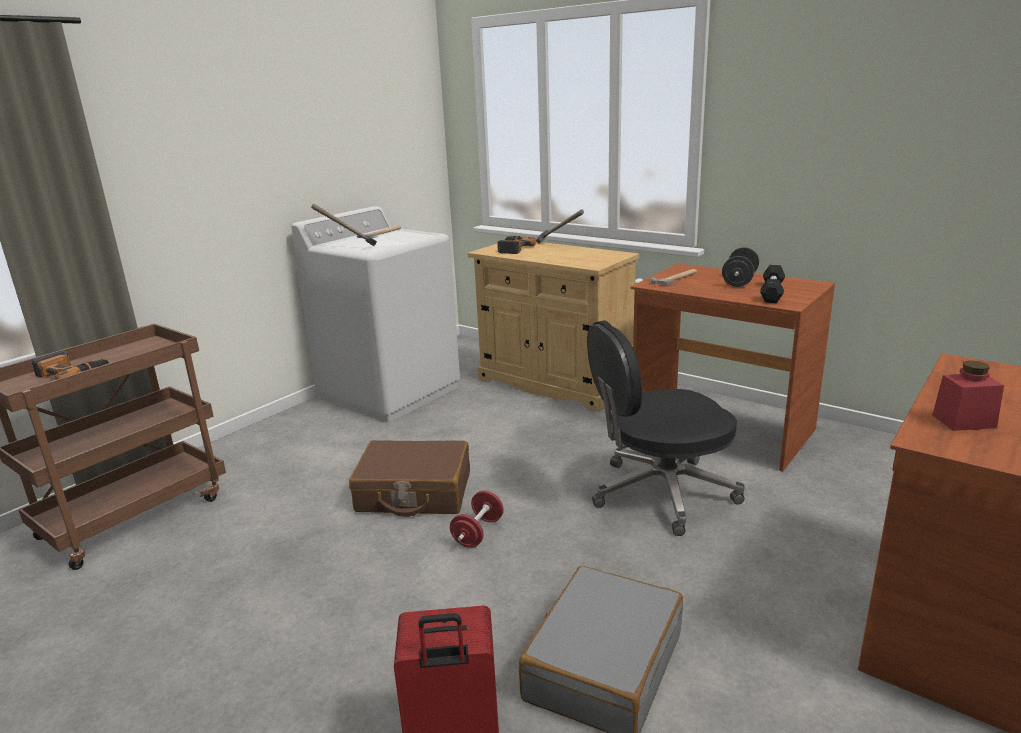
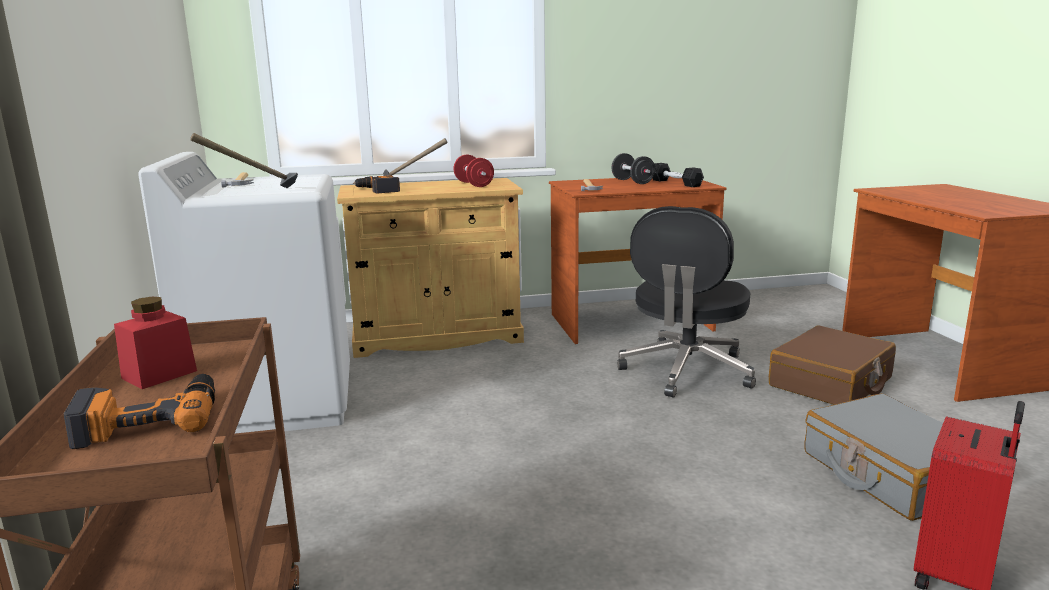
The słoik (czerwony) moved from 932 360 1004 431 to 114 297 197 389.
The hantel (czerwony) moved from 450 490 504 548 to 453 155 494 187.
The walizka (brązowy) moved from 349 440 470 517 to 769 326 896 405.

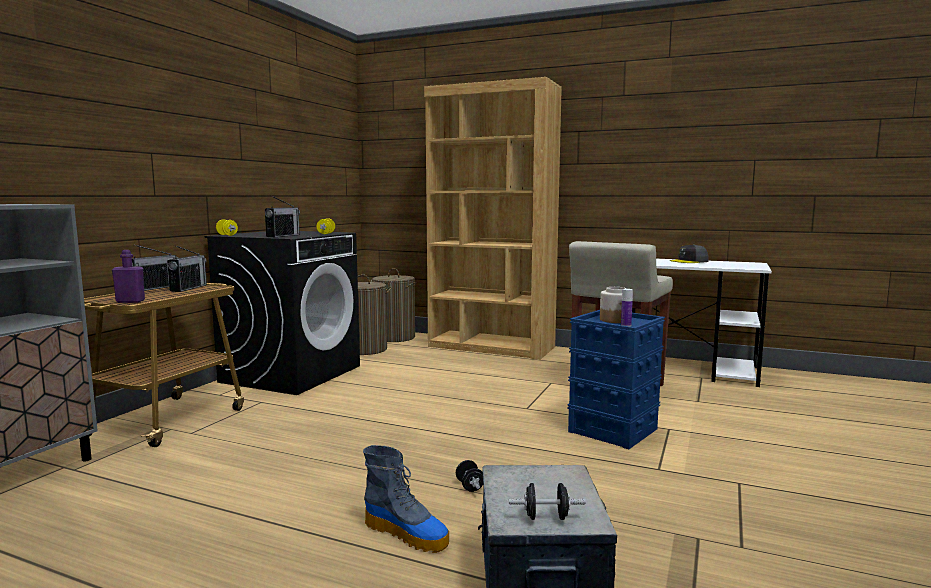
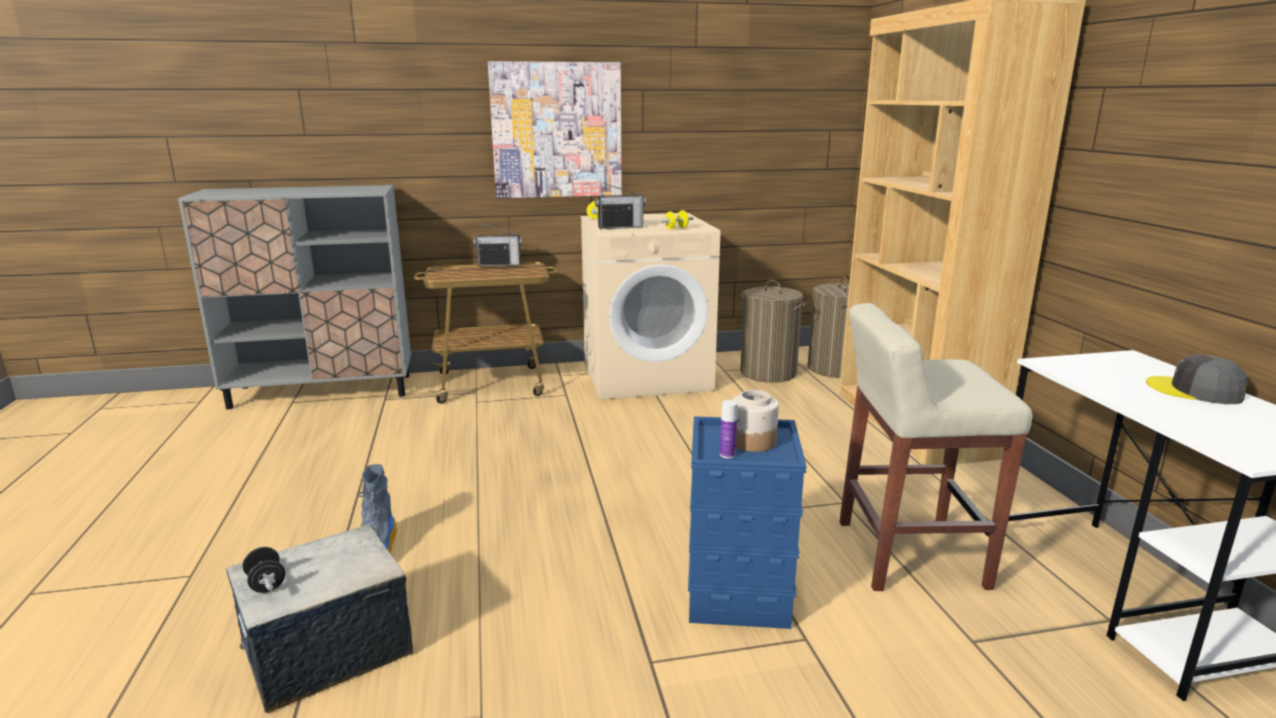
The obraz at 488 61 622 199 appeared.
The pralka (czarny) at 205 231 360 395 became the pralka (beżowy) at 581 213 720 400.
The butelka (fioletowy) at 112 250 145 303 disappeared.
The radio at 167 245 207 292 disappeared.
The hantel (czarny) at 456 460 483 492 disappeared.

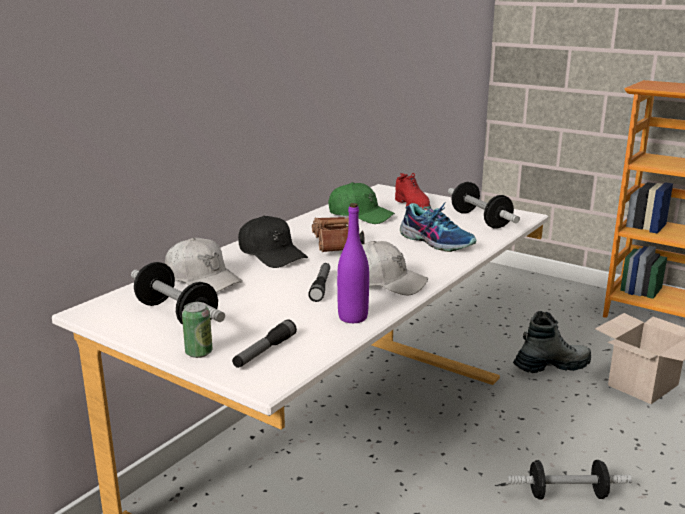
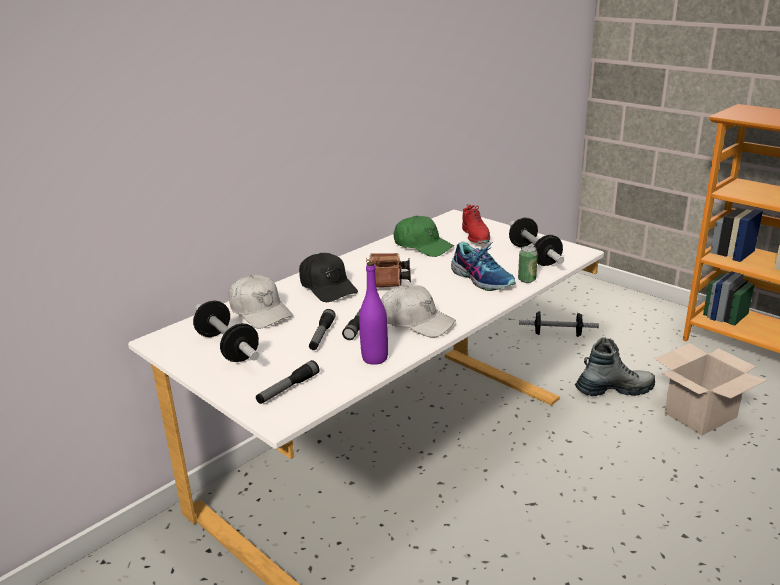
The latarka at 309 309 336 350 appeared.
The puszka moved from 182 302 213 358 to 518 246 538 283.
The hantel moved from 507 460 632 500 to 519 311 599 337.

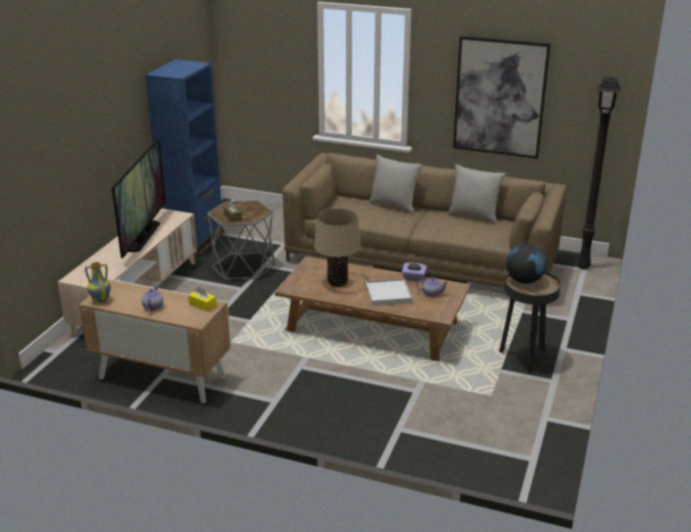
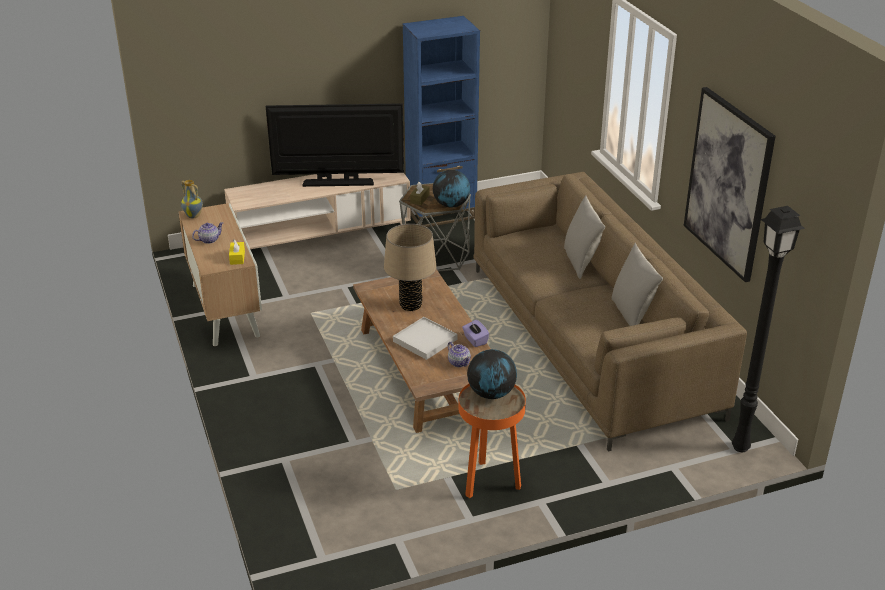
The telewizor at 111 138 166 258 turned 150 degrees counterclockwise.
The globus at 433 170 470 208 appeared.
The stolik (czarny) at 499 272 561 372 became the stolik (pomarańczowy) at 459 384 526 498.

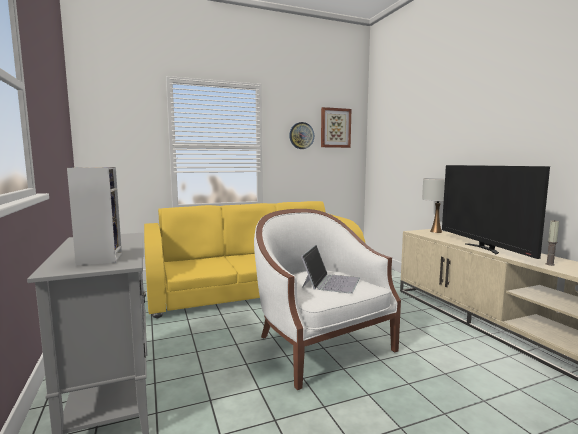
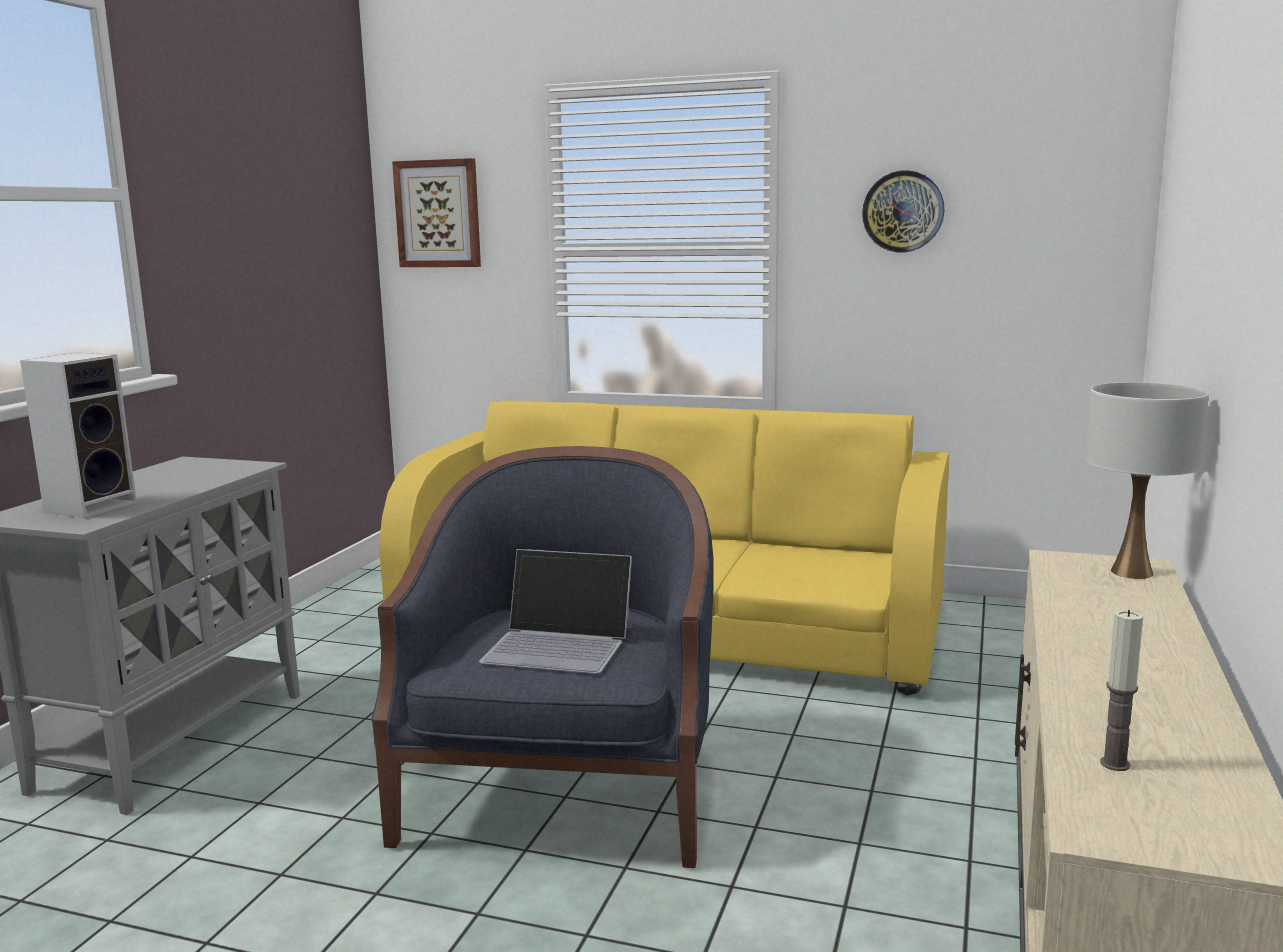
The fotel (biały) at 254 209 401 390 became the fotel (niebieski) at 372 446 714 868.
The obraz moved from 321 107 351 148 to 392 158 481 267.
The laptop at 301 245 360 294 turned 45 degrees clockwise.
The telewizor at 442 165 550 259 disappeared.

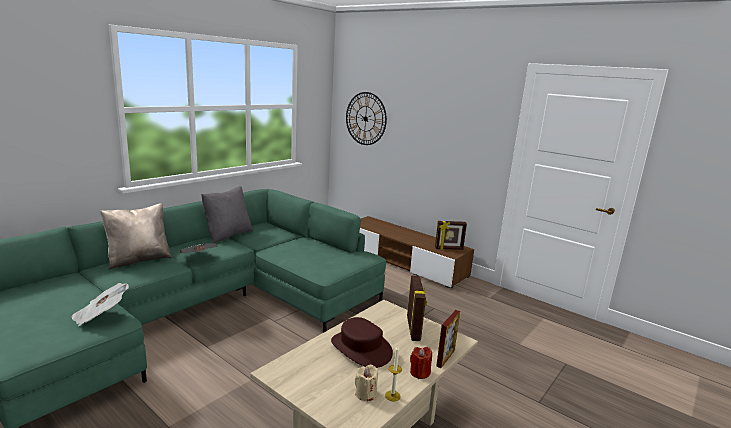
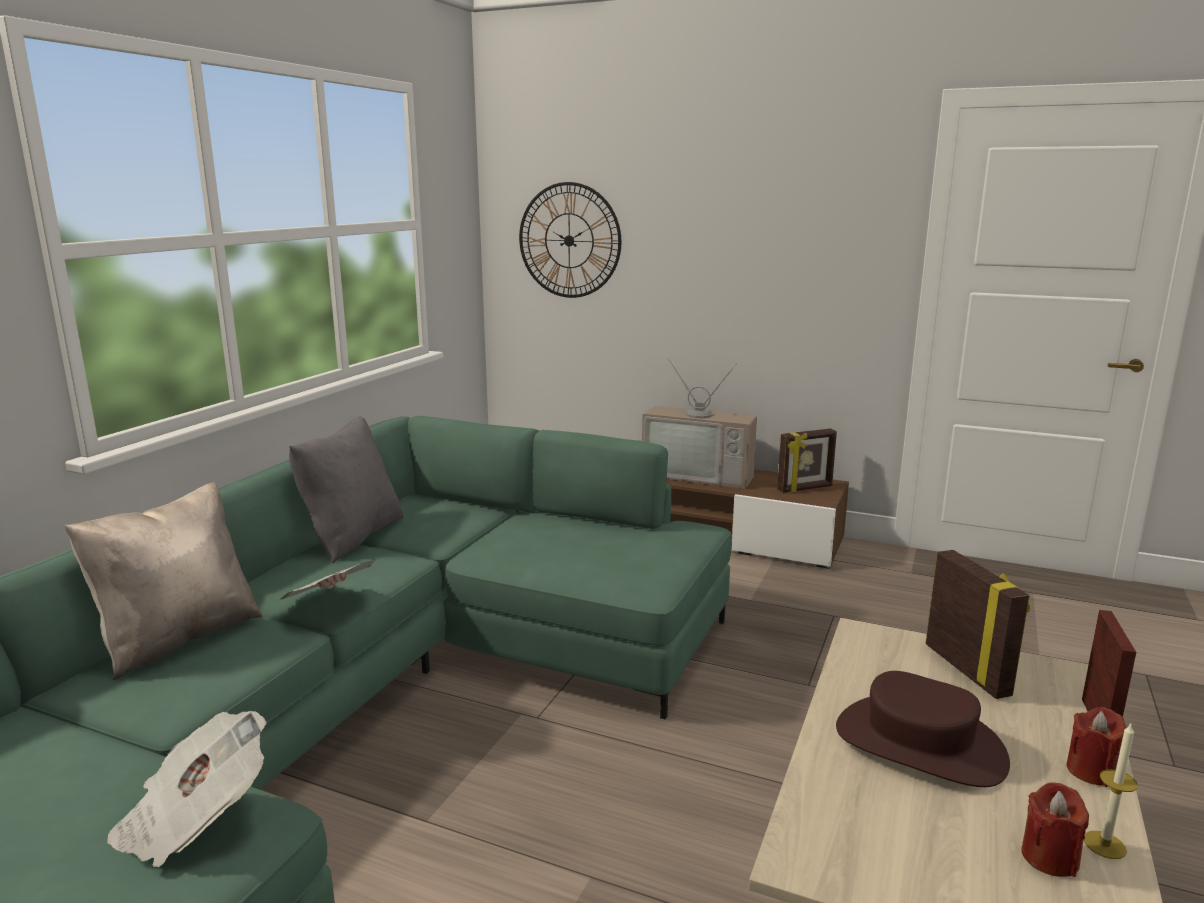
The telewizor at 642 358 757 489 appeared.
The świeca (beżowy) at 355 365 378 402 became the świeca (czerwony) at 1021 783 1089 877.

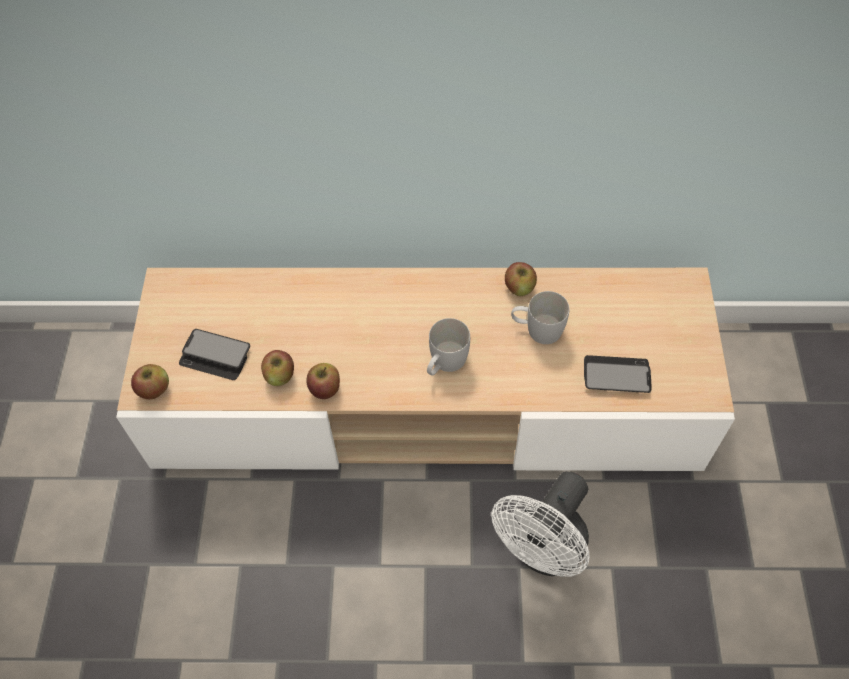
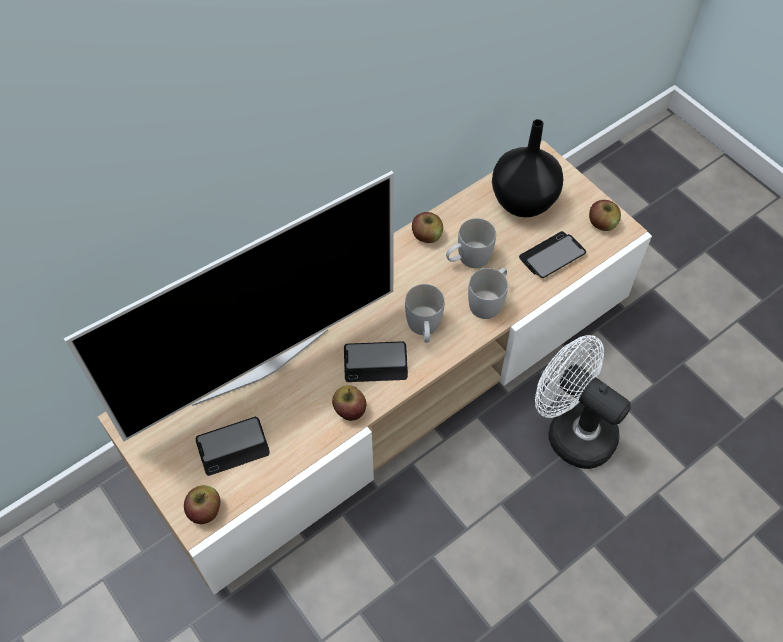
The telewizor at 64 171 394 442 appeared.
The telefon at 344 341 408 382 appeared.
The kubek (biały) at 468 268 508 319 appeared.
The wazon (czarny) at 492 119 563 217 appeared.
The wentylator (biały) at 492 471 590 577 turned 135 degrees clockwise.
The jabłko moved from 261 350 294 386 to 589 200 621 231.

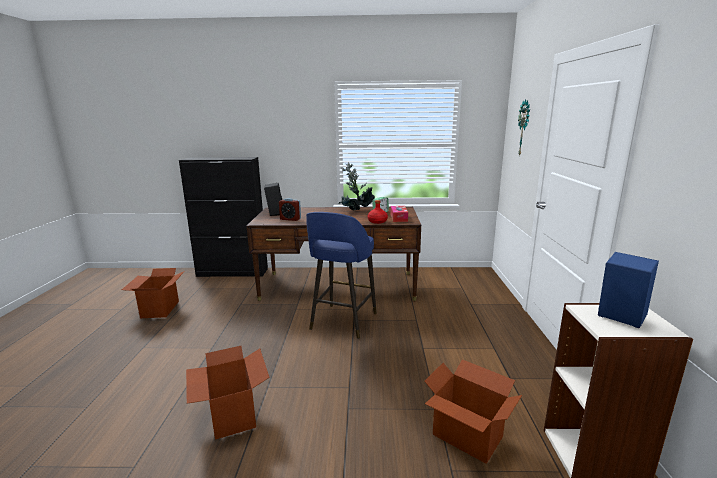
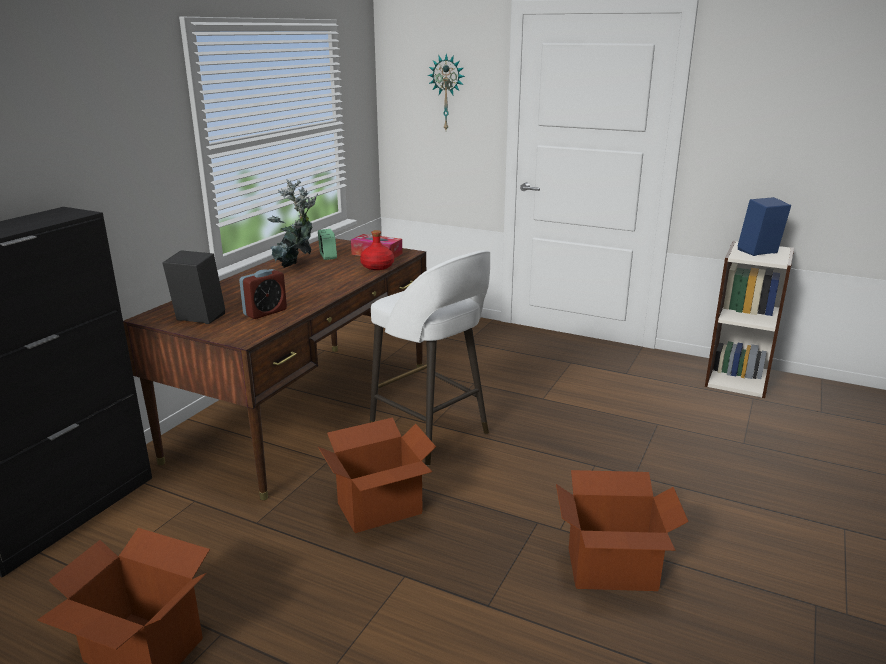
The karton moved from 425 359 522 464 to 318 418 436 533.
The stołek (niebieski) at 306 212 377 339 became the stołek (biały) at 370 250 490 466.

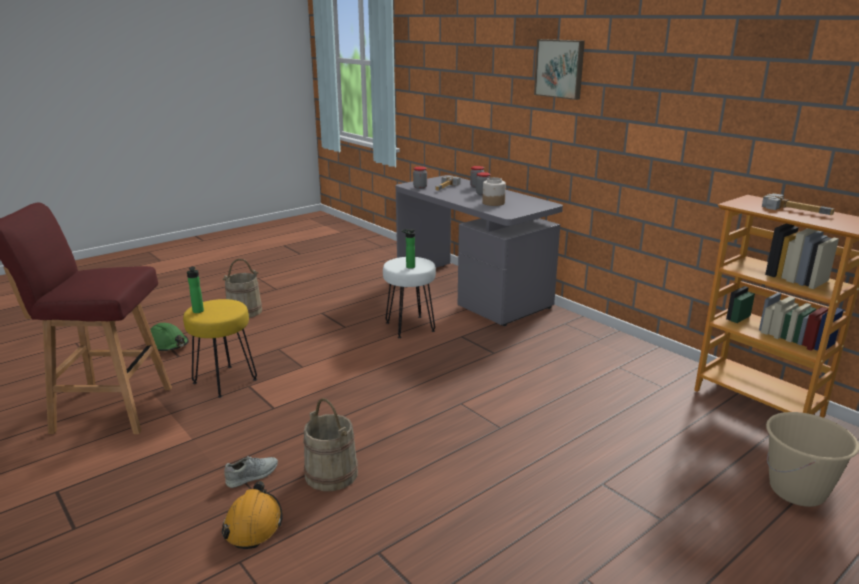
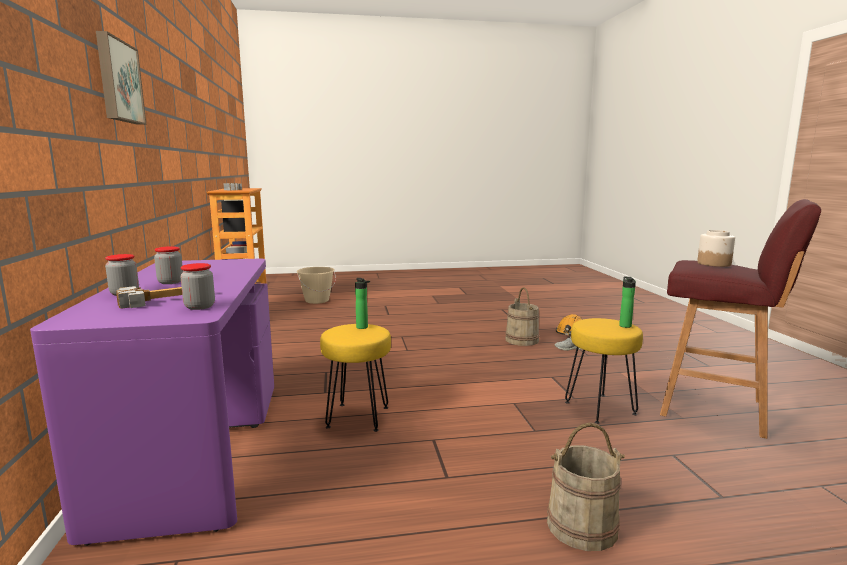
The biurko (szary) at 396 175 563 326 became the biurko (fioletowy) at 30 259 274 546.
The stołek (biały) at 383 257 436 338 became the stołek (żółty) at 320 324 391 432.
The słoik moved from 482 177 506 206 to 697 230 735 267.
The kask (zielony) at 150 323 189 351 disappeared.

